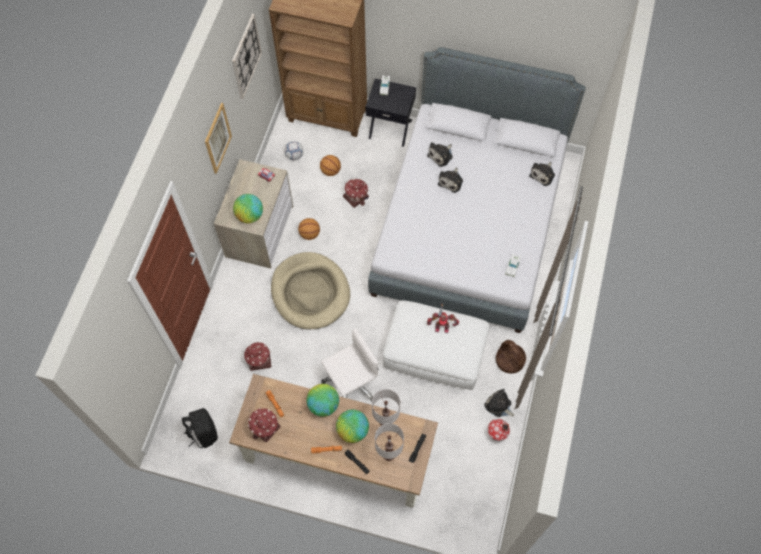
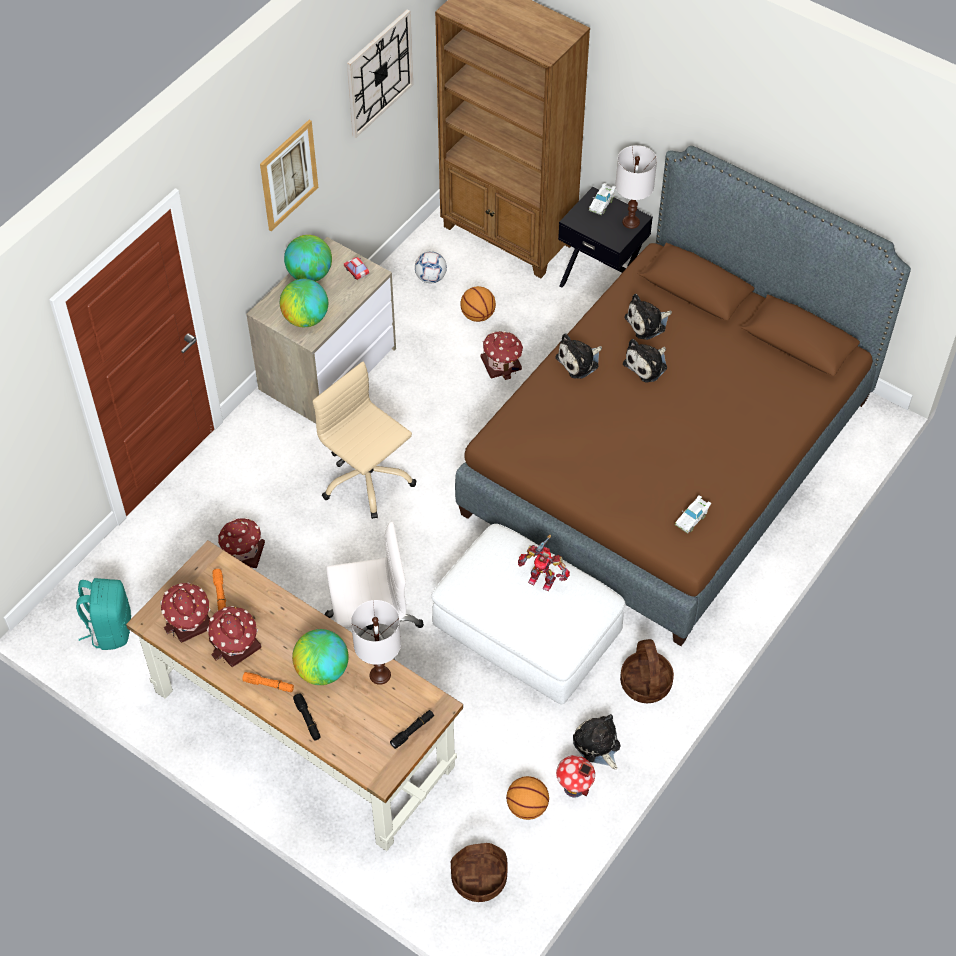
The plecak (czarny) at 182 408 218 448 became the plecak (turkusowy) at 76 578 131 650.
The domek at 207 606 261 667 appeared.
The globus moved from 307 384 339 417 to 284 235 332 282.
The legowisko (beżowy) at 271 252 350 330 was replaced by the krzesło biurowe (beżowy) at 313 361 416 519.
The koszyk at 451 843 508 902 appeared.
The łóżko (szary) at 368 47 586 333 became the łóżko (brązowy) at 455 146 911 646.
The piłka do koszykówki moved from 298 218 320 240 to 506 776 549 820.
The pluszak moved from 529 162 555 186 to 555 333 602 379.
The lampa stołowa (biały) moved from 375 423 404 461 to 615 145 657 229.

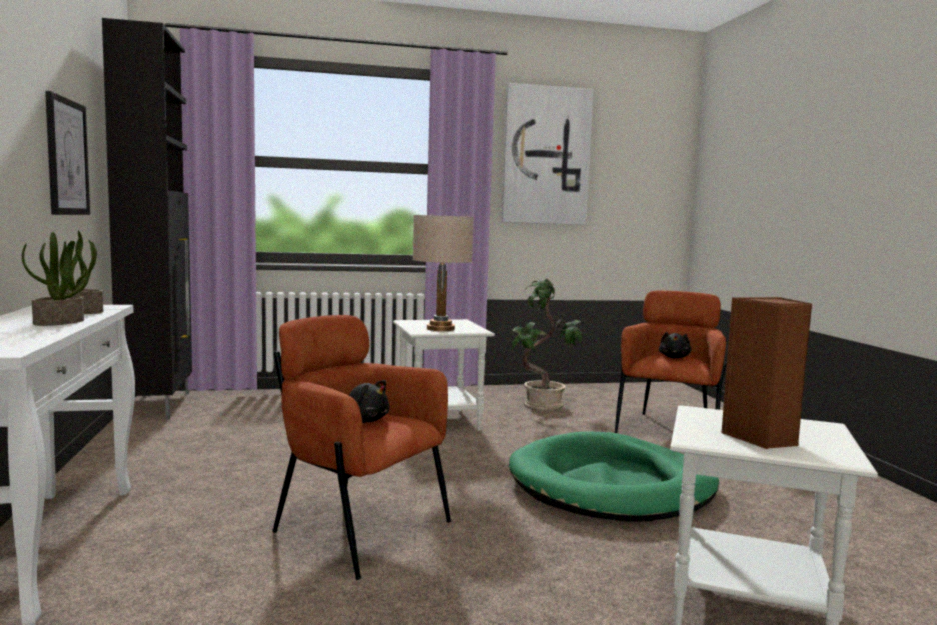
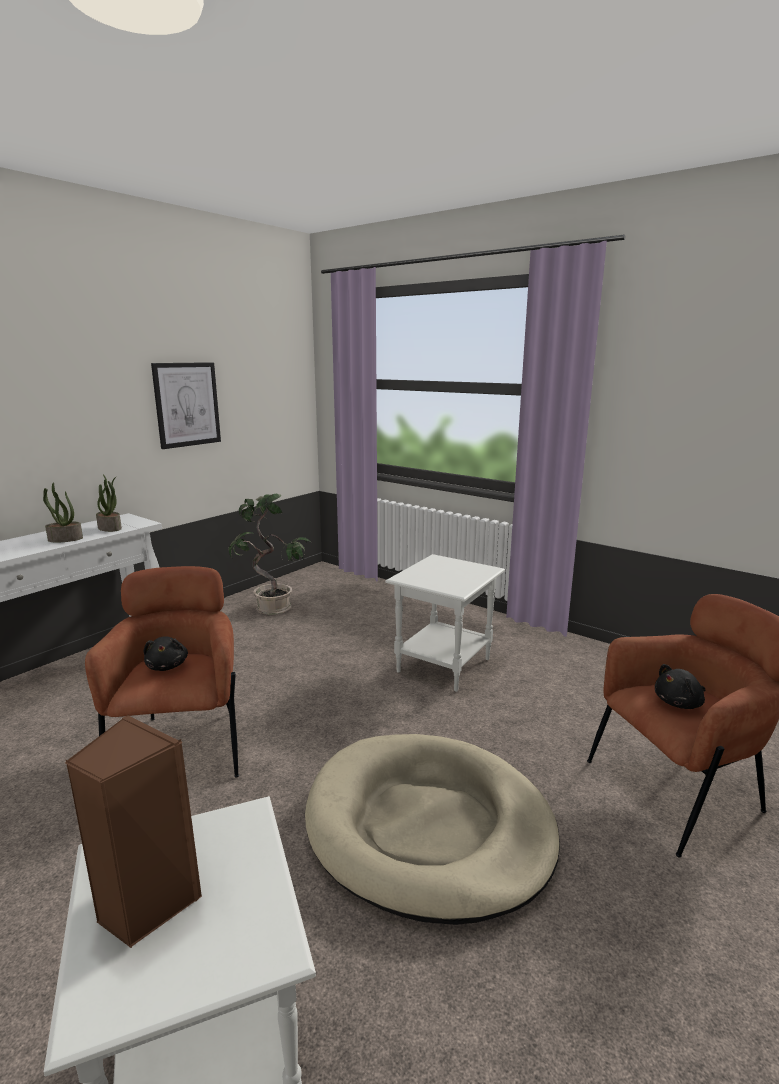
The roślina doniczkowa moved from 511 279 583 410 to 228 494 312 615.
The legowisko (zielony) at 509 431 719 522 became the legowisko (beżowy) at 305 734 560 925.
The szafka (czarny) at 102 18 192 420 disappeared.
The lampa stołowa (beżowy) at 413 215 474 331 disappeared.
The obraz at 502 83 594 225 disappeared.

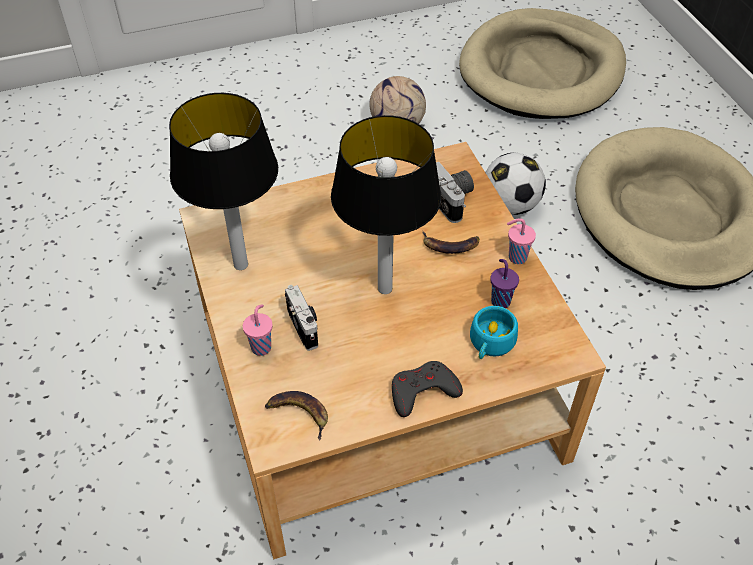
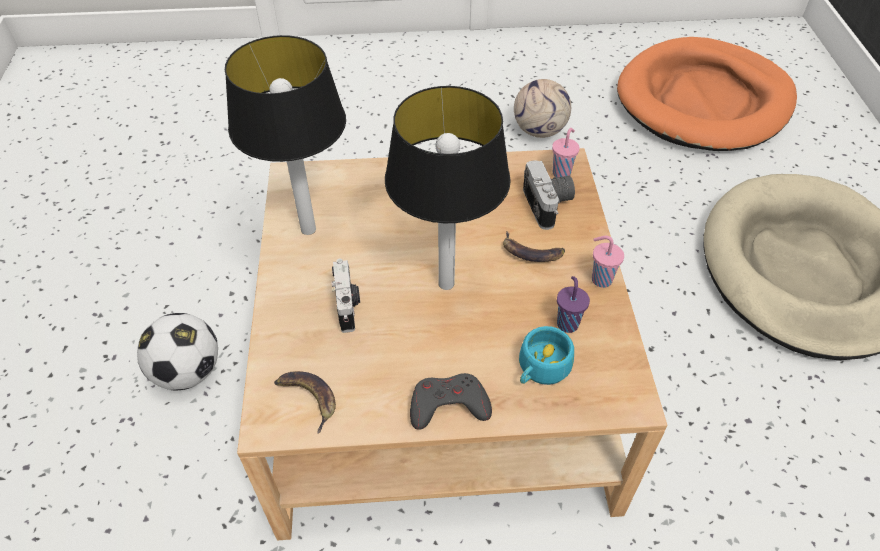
The piłka futbolowa moved from 485 153 546 215 to 137 313 218 390.
The filiżanka (różowy) moved from 243 304 273 356 to 552 128 580 177.
The legowisko (beżowy) at 459 8 626 119 became the legowisko (pomarańczowy) at 617 37 797 151.

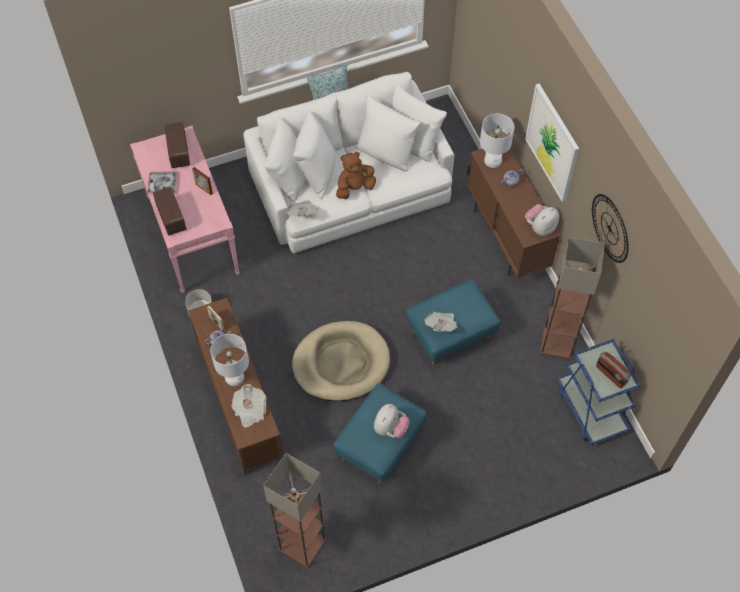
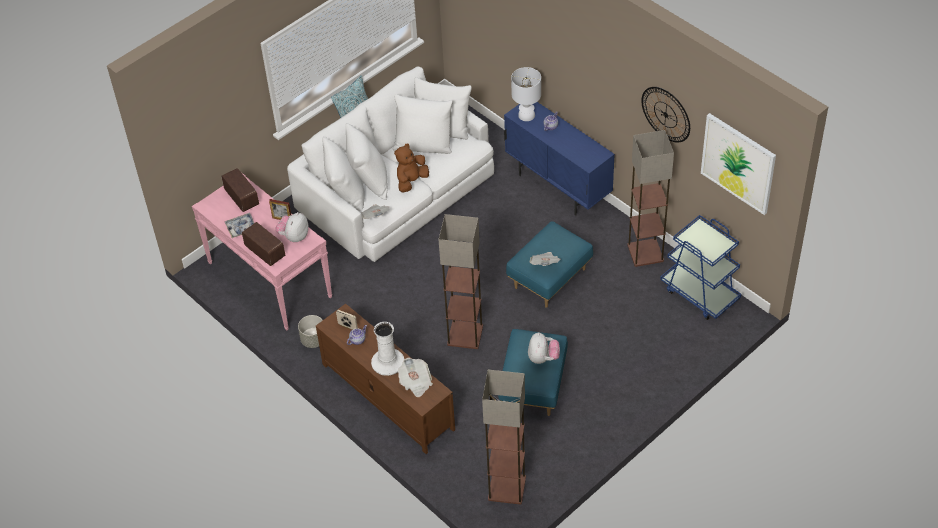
The pluszak moved from 525 204 559 236 to 275 212 309 242.
The lampa stołowa (biały) at 211 334 249 386 was replaced by the wazon (biały) at 371 322 404 376.
The legowisko (beżowy) at 292 321 390 402 was replaced by the lampa stojąca at 438 214 483 349.
The szafka (brązowy) at 467 148 560 278 became the szafka (niebieski) at 504 102 615 216.
The obraz moved from 525 84 579 202 to 701 113 776 215.
The radio at 596 352 631 388 disappeared.

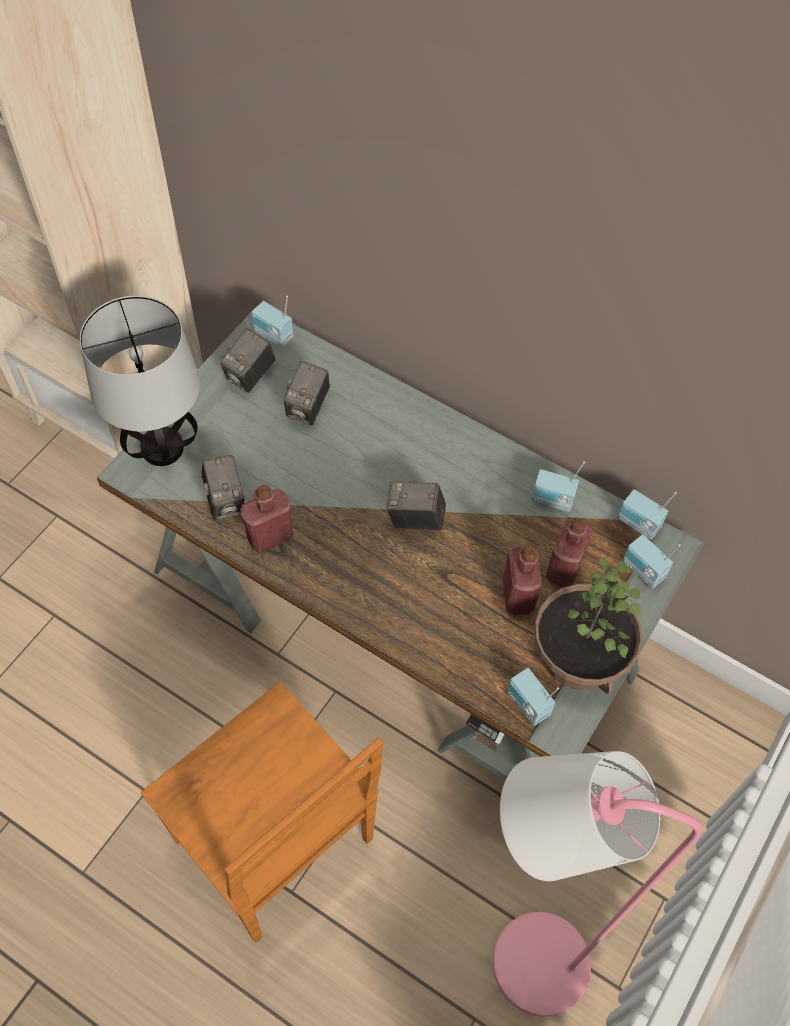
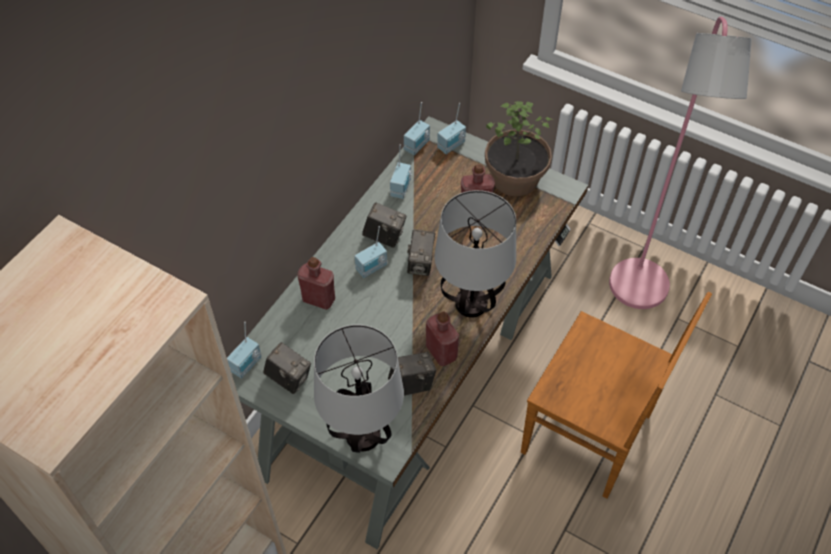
The butelka (czerwony) moved from 545 518 593 587 to 297 257 335 310.
The radio moved from 507 668 559 726 to 355 226 387 278.
The aparat fotograficzny moved from 284 361 330 425 to 362 202 406 248.
The lampa stołowa at 434 190 516 318 appeared.
The krzesło (brązowy) at 141 682 383 943 turned 75 degrees clockwise.

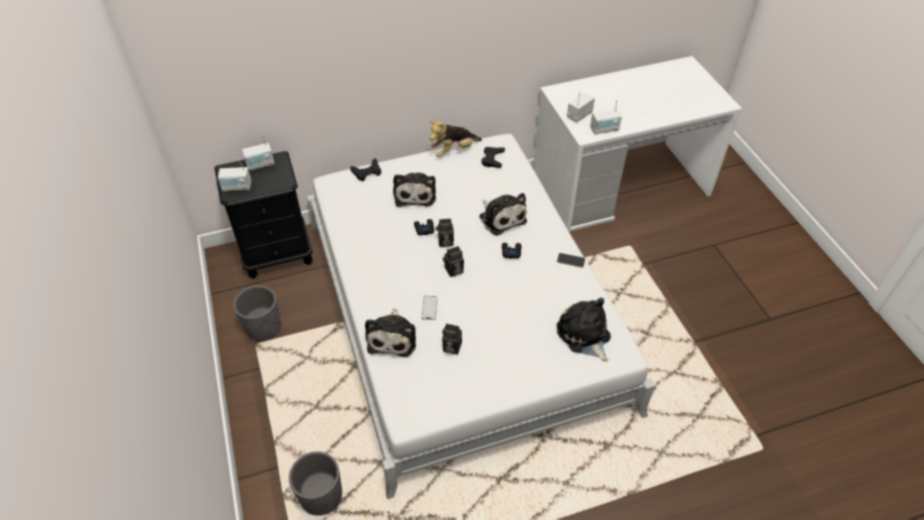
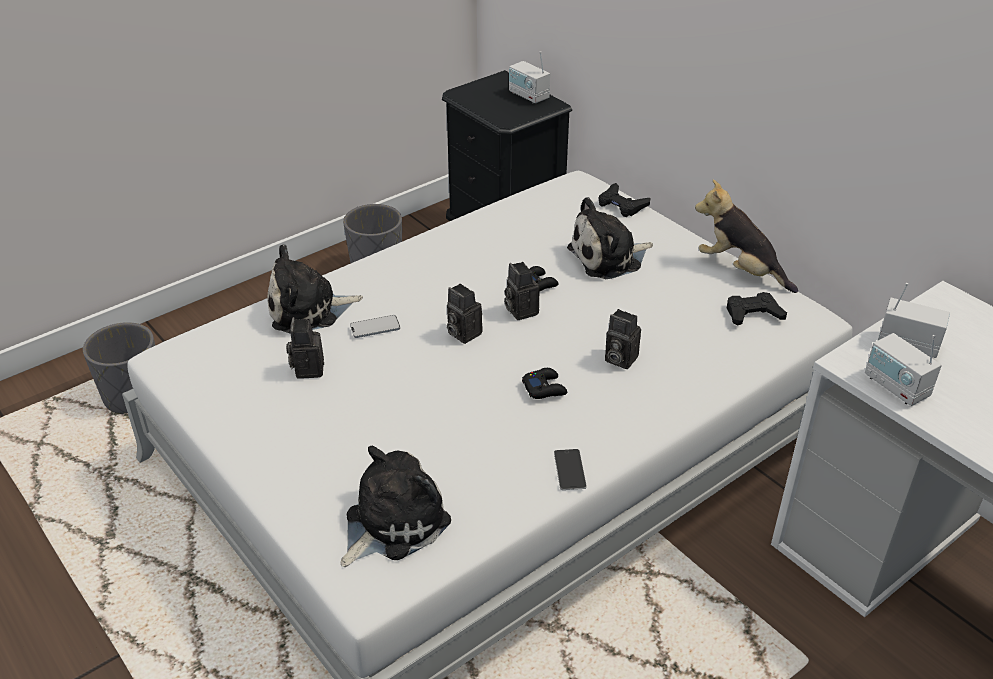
The pluszak at 479 193 527 236 was replaced by the aparat fotograficzny at 605 309 641 369.
The radio at 218 158 252 192 disappeared.

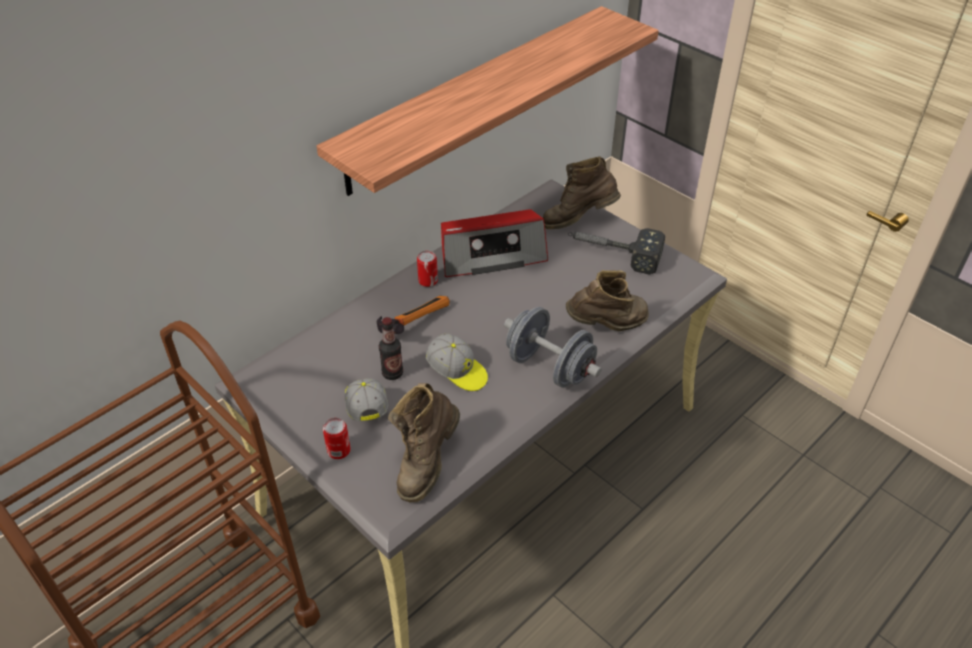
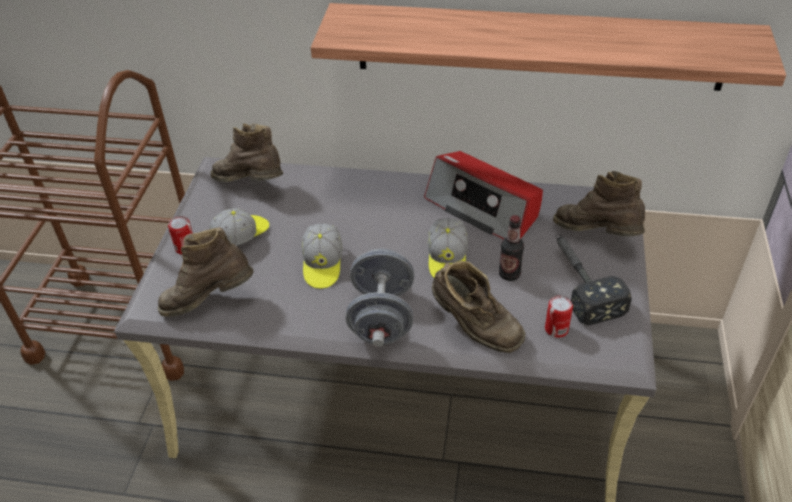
The but z cholewką (brązowy) at 211 123 283 182 appeared.
The czapka z daszkiem at 428 218 468 278 appeared.
The butelka moved from 379 317 403 380 to 499 215 524 281.
The puszka moved from 417 251 438 287 to 545 295 573 338.
The młotek at 377 296 450 334 disappeared.

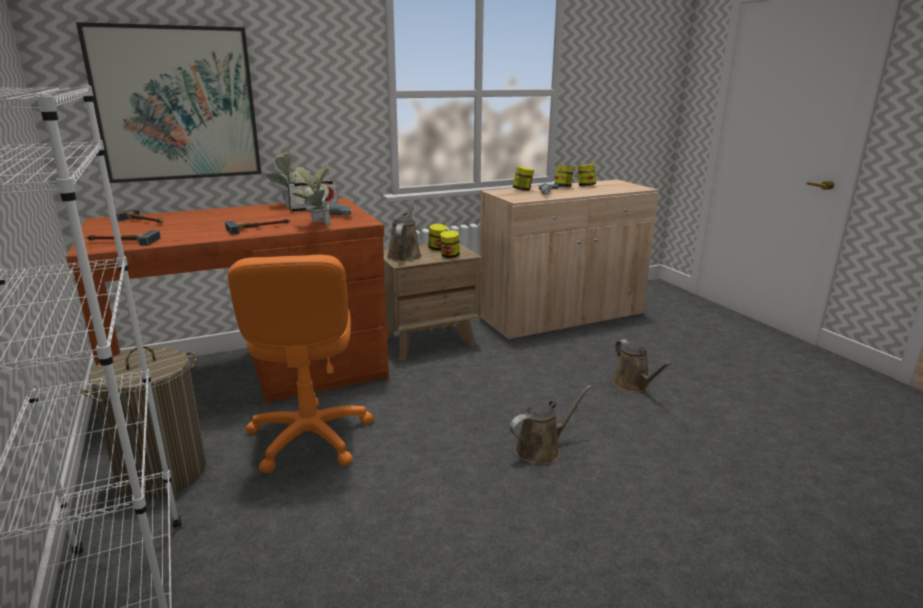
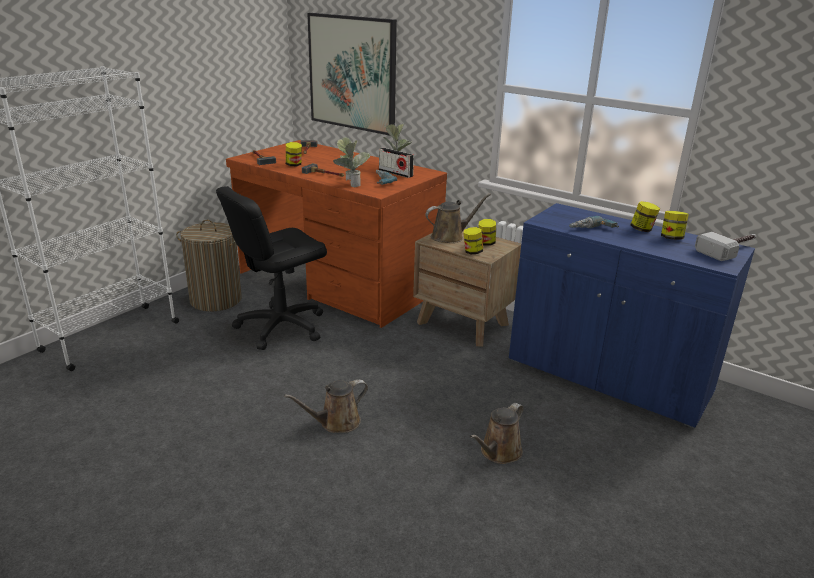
The krzesło biurowe (pomarańczowy) at 228 255 374 473 became the krzesło biurowe (czarny) at 216 186 327 350.
The konewka (brązowy) at 510 385 592 464 turned 120 degrees clockwise.
The słoik moved from 513 166 534 191 to 286 142 302 166.
The szafka (beżowy) at 480 179 659 341 became the szafka (niebieski) at 509 203 755 428.
The młotek at 695 232 756 261 appeared.

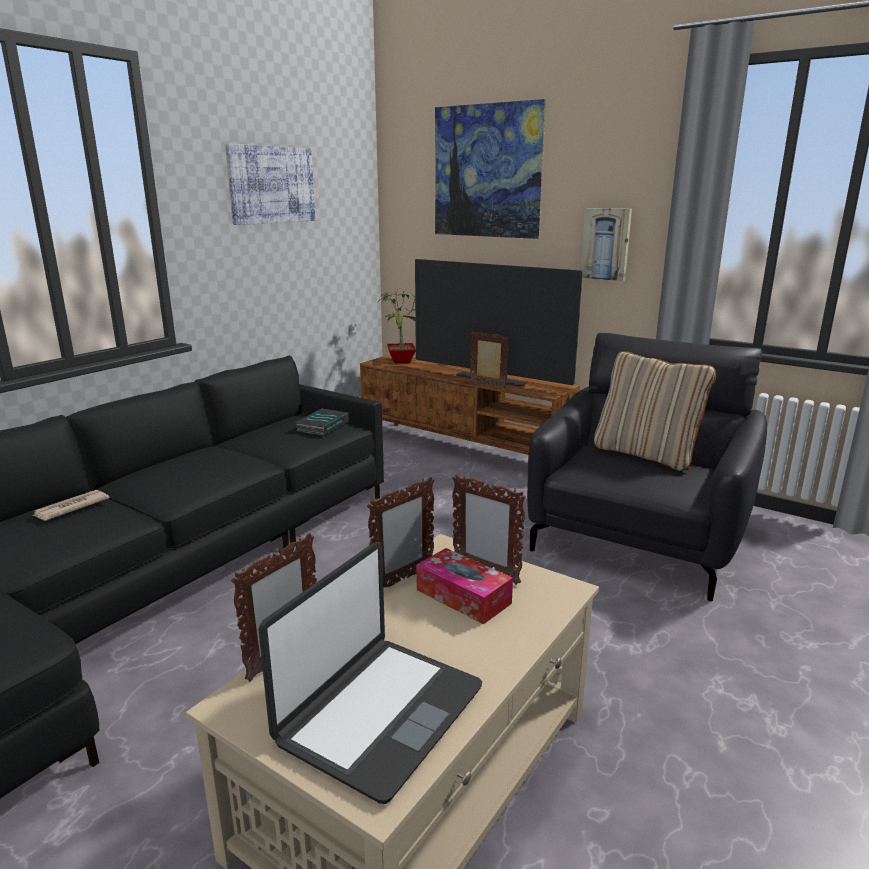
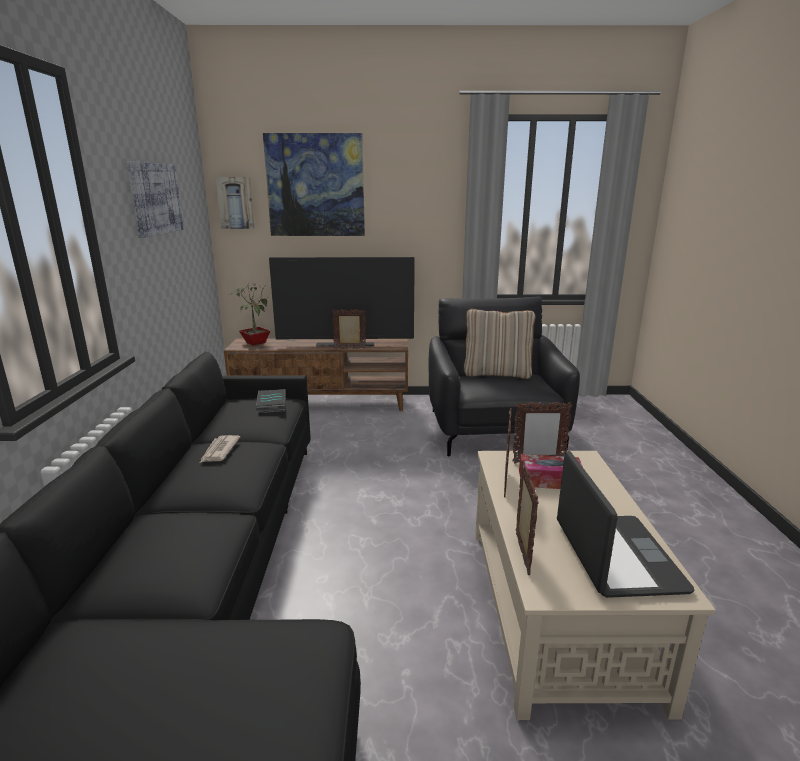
The gazeta moved from 32 490 110 521 to 200 435 240 463.
The obraz moved from 581 208 632 281 to 216 177 255 229.

